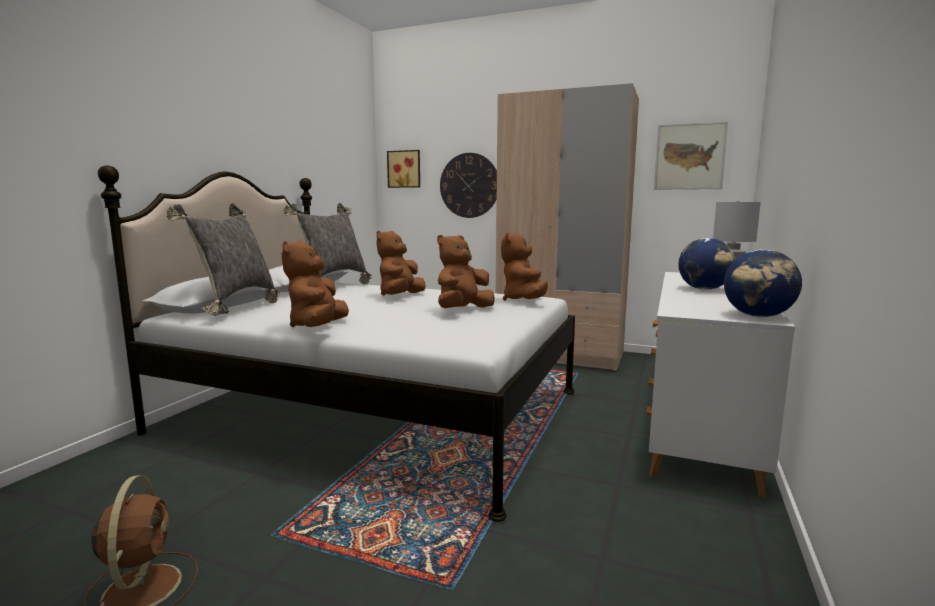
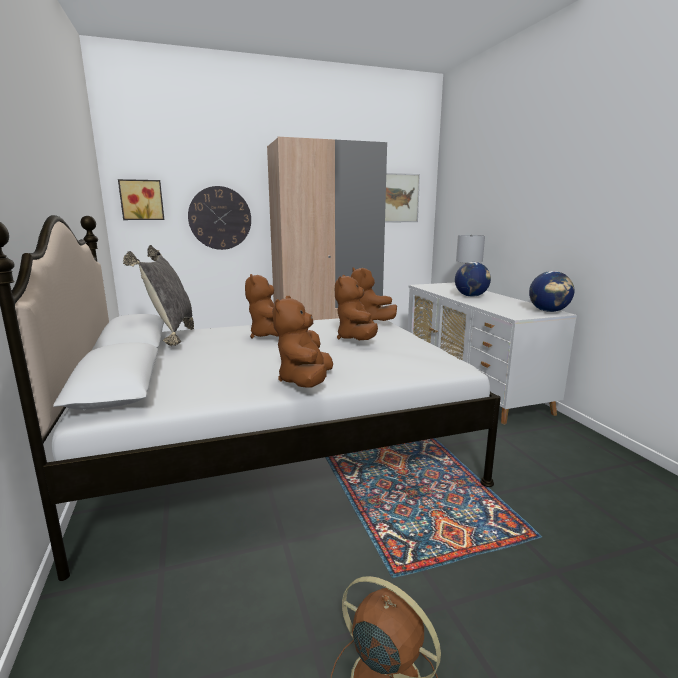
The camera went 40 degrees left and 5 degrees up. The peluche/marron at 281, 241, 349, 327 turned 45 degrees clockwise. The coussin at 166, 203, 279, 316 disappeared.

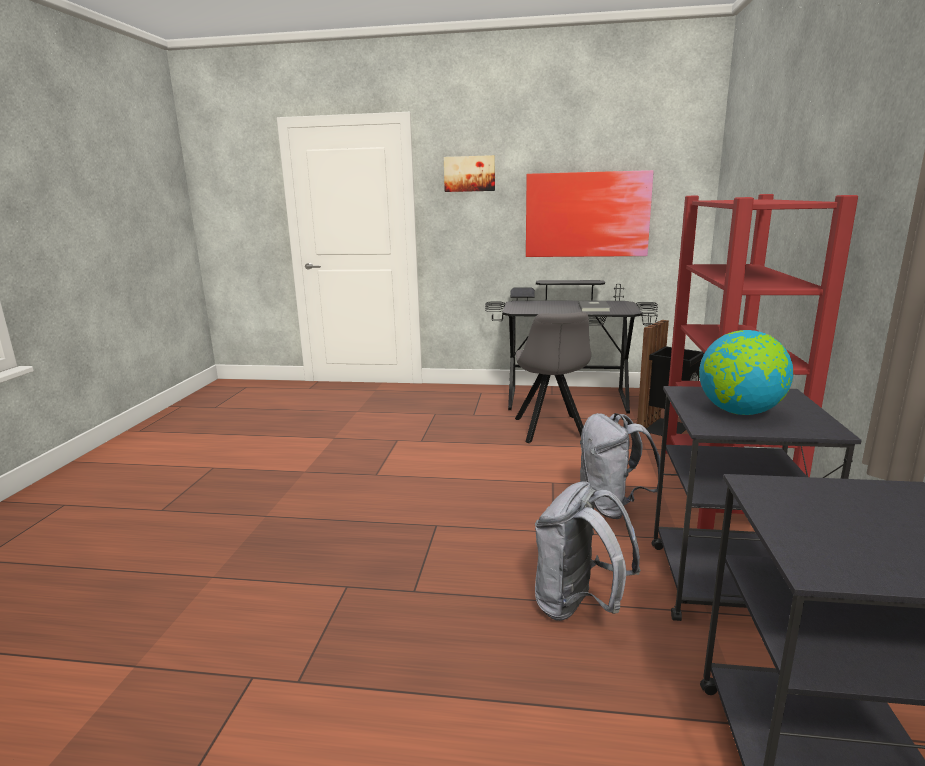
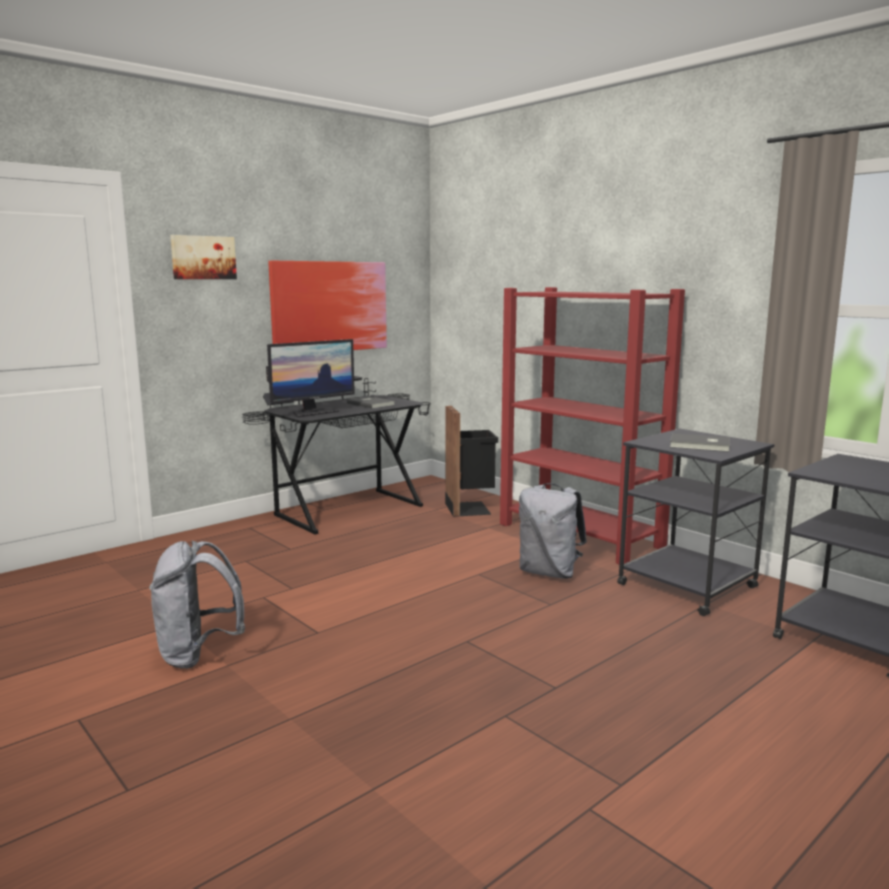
The camera went 50 degrees left and 5 degrees down. The sac à dos/gris moved from 535, 481, 641, 621 to 149, 541, 245, 669. The écran d'ordinateur at 266, 339, 355, 417 appeared. The globe at 699, 330, 793, 415 was replaced by the livre/gris at 670, 433, 730, 452. The chaise/gris at 515, 312, 591, 443 disappeared.

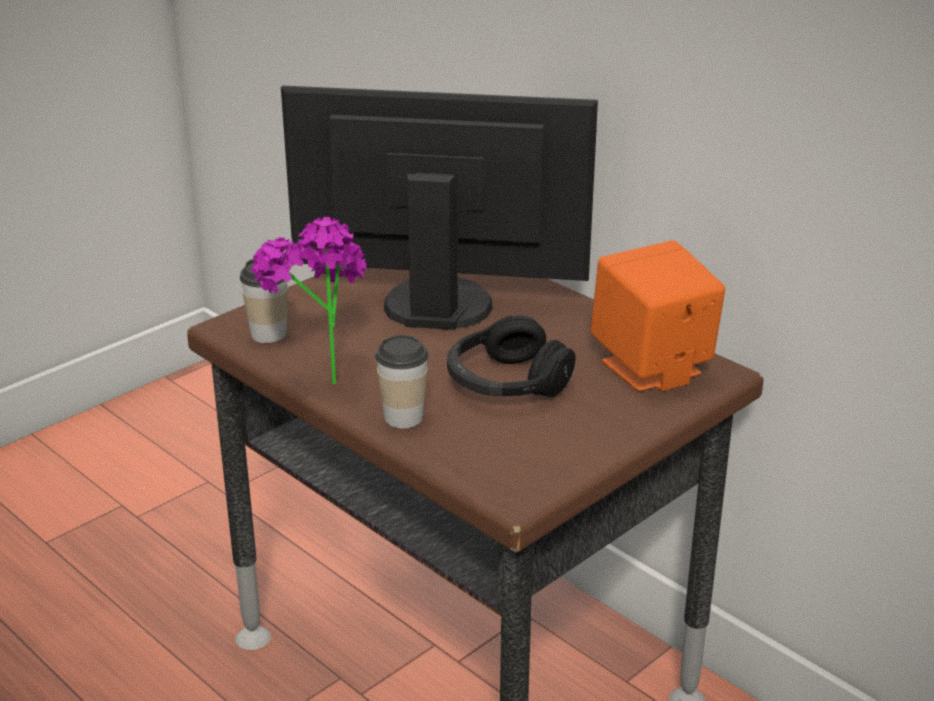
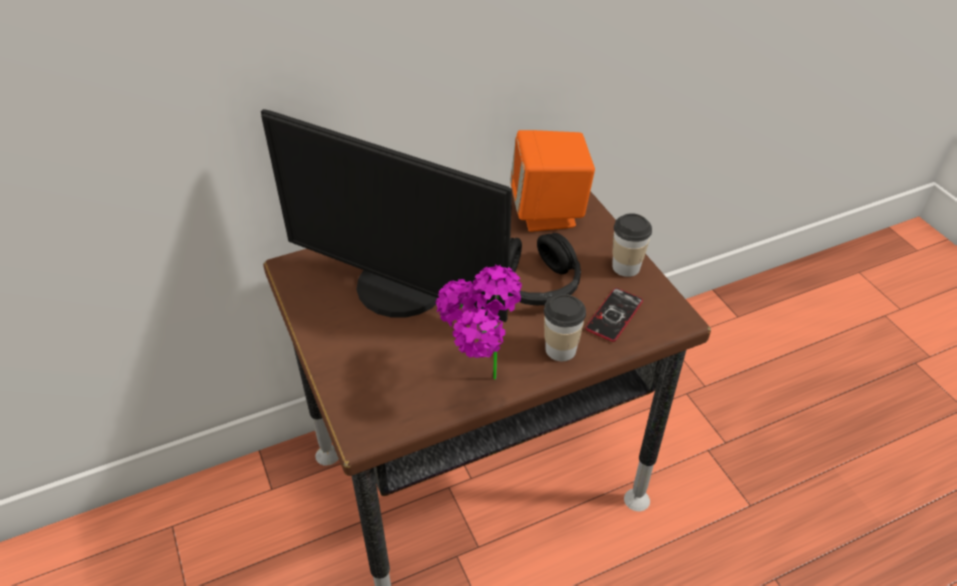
The camera went 70 degrees left and 15 degrees up. The écran d'ordinateur at 281, 86, 598, 330 turned 90 degrees counterclockwise. The téléphone at 585, 288, 643, 342 appeared. The tasse moved from 240, 259, 288, 343 to 612, 213, 652, 277.

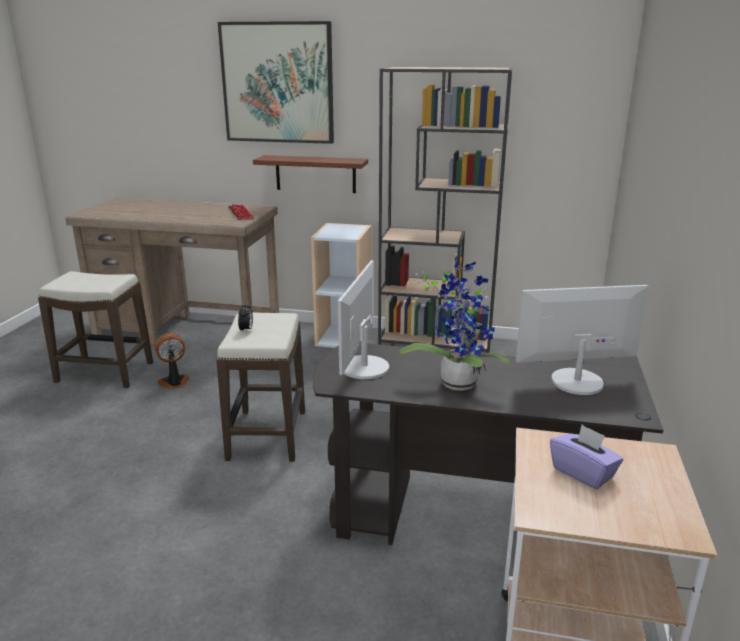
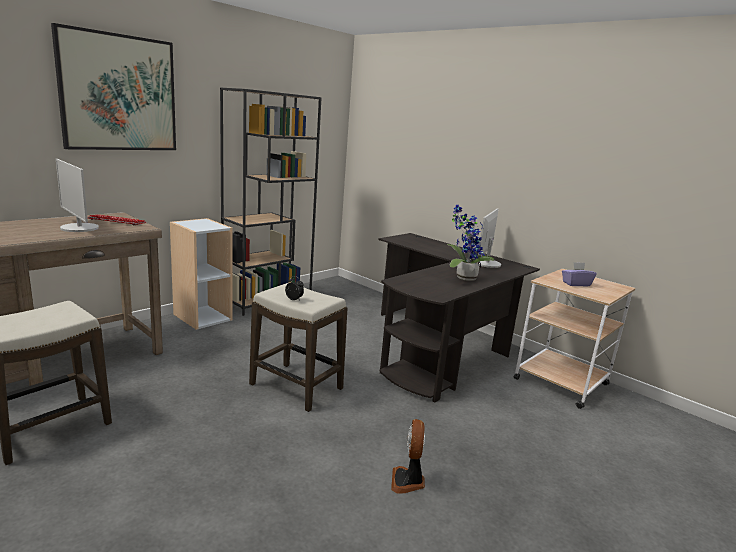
The camera went 60 degrees left and 5 degrees down. The écran d'ordinateur moved from 338, 260, 389, 379 to 56, 159, 99, 232. The ventilateur moved from 155, 333, 189, 389 to 391, 419, 425, 494. The étagère/marron at 253, 155, 368, 193 disappeared.

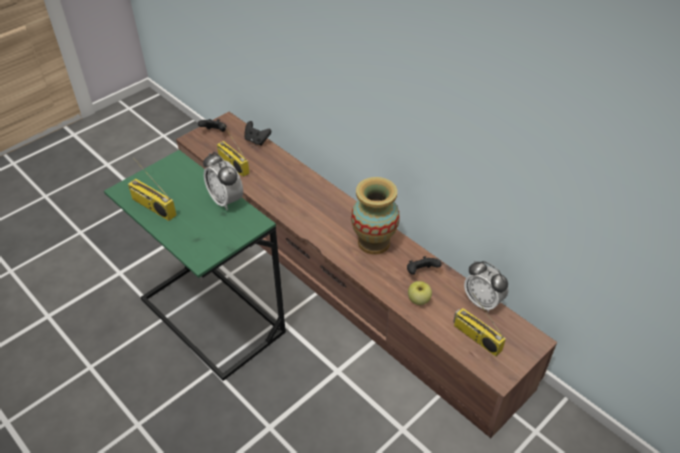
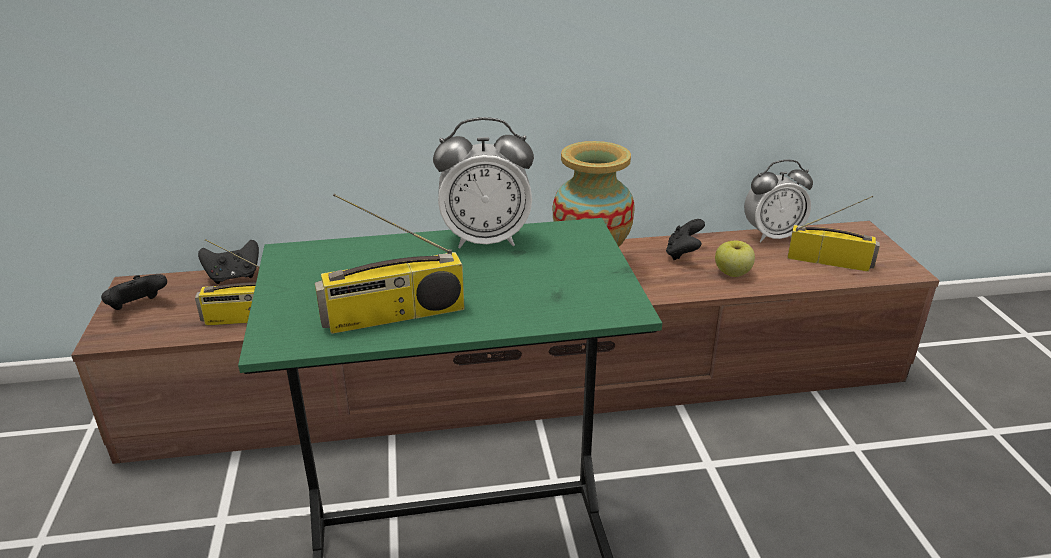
The camera went 55 degrees left and 15 degrees down. The radio at 453, 293, 506, 357 turned 150 degrees counterclockwise.

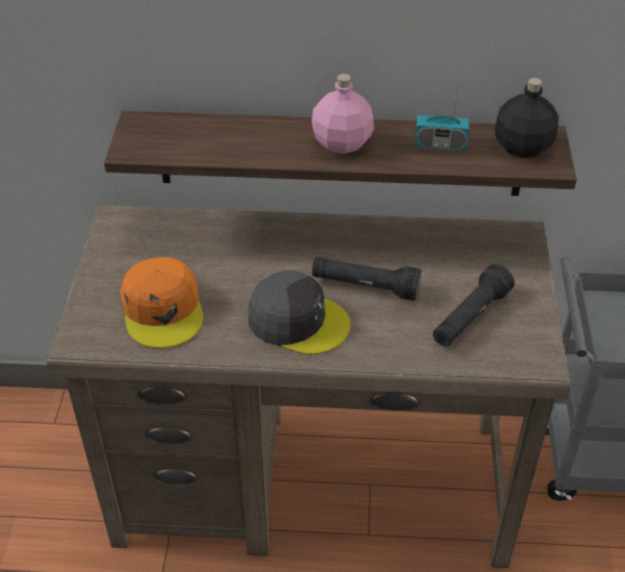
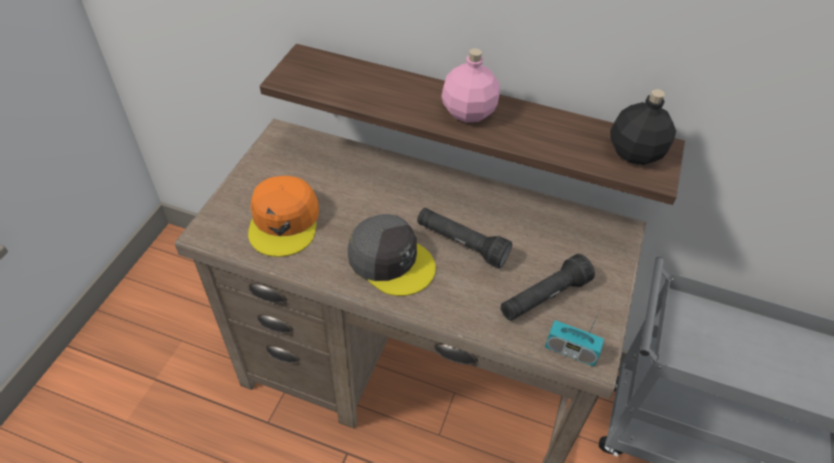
The camera went 15 degrees right and 5 degrees up. The radio moved from 415, 78, 470, 151 to 545, 305, 605, 366.

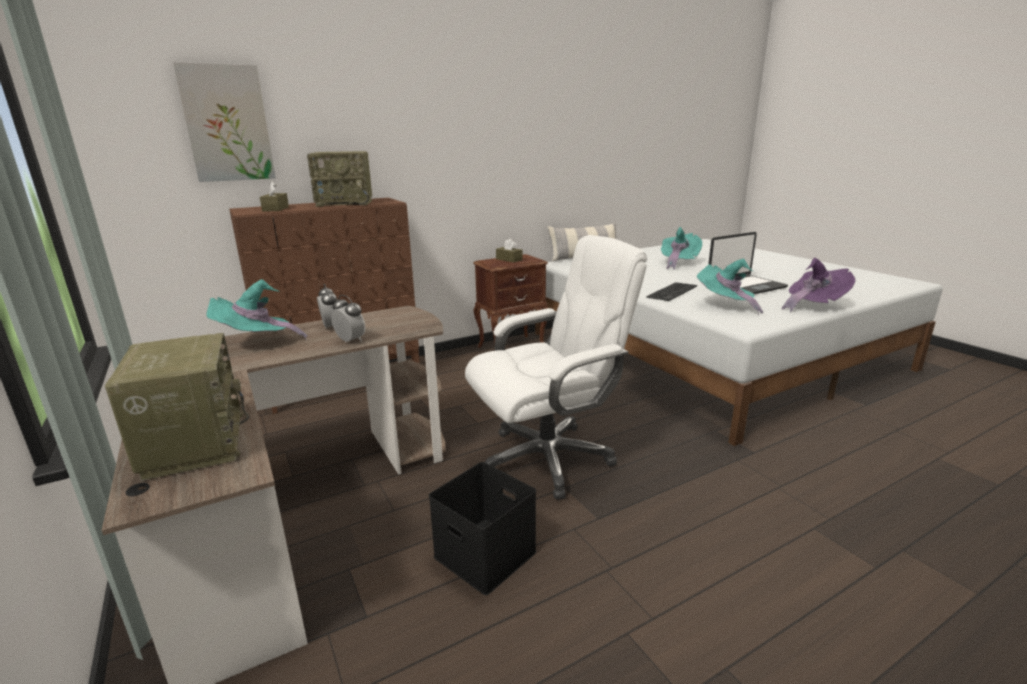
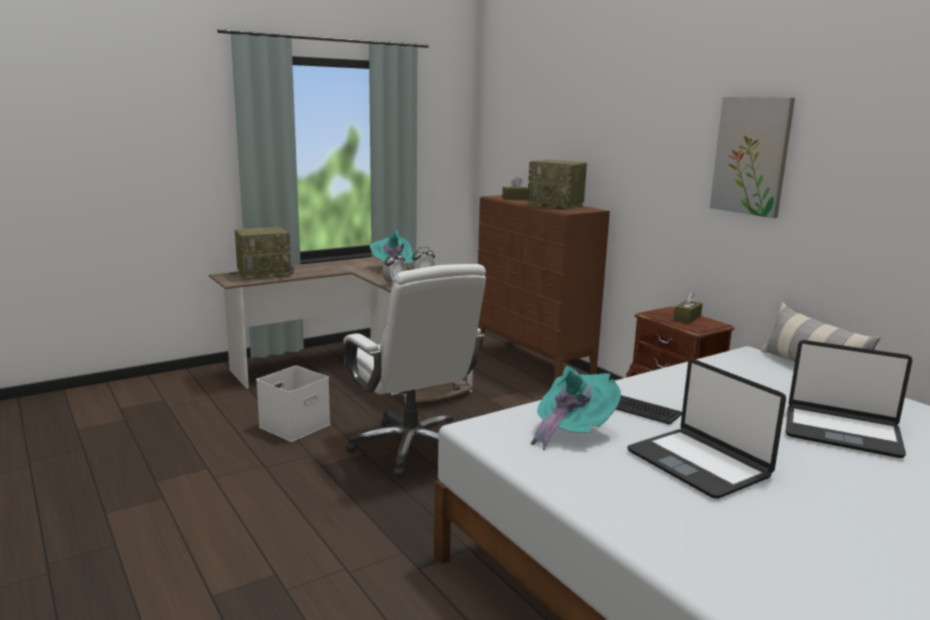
The camera went 85 degrees right and 5 degrees down. The boîte de rangement/noir at 429, 462, 537, 595 became the boîte de rangement/blanc at 256, 366, 331, 442. The radio at 307, 151, 372, 207 turned 45 degrees counterclockwise. The tableau moved from 173, 62, 276, 182 to 710, 97, 795, 218. The chapeau/turquoise at 661, 227, 702, 270 was replaced by the ordinateur portable at 786, 340, 913, 458. The chapeau/violet at 781, 258, 855, 312 disappeared.

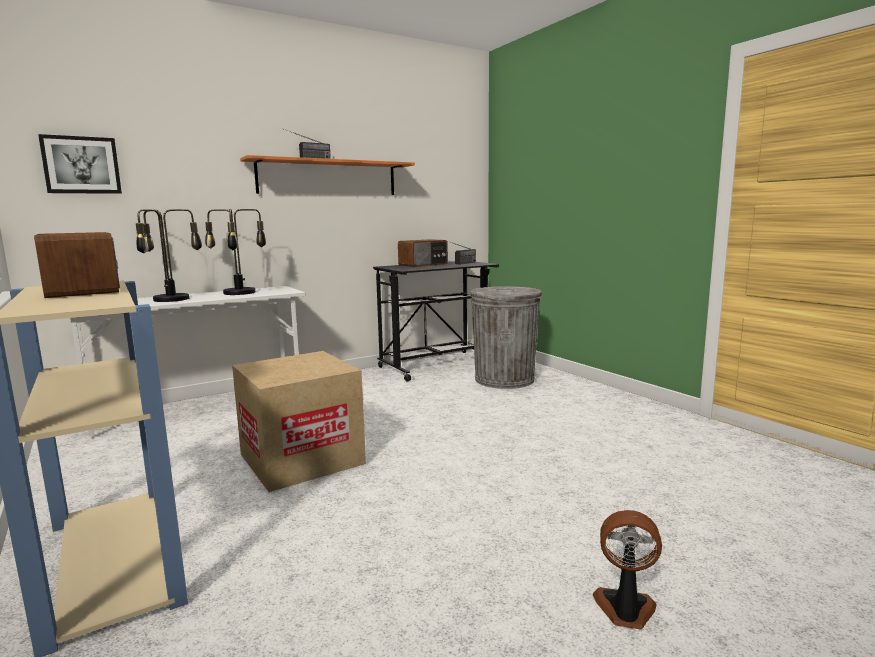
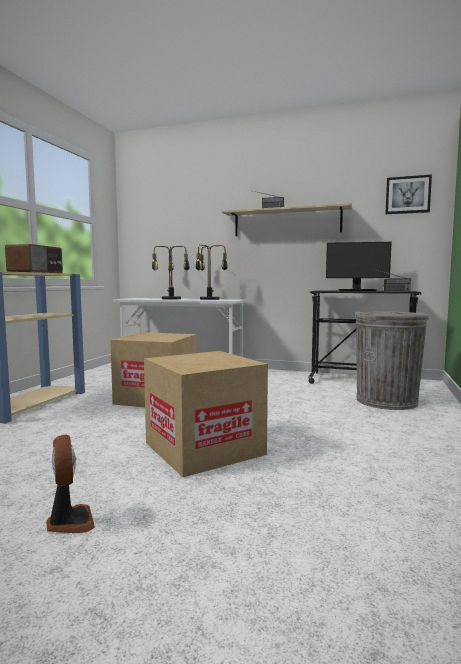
The camera went 50 degrees right and 5 degrees down. The carton at 144, 351, 268, 477 appeared. The étagère/orange at 240, 155, 415, 195 became the étagère/beige at 222, 203, 352, 236. The radio at 398, 239, 448, 267 was replaced by the écran d'ordinateur at 326, 242, 392, 291. The tableau moved from 38, 134, 122, 194 to 385, 175, 432, 214.

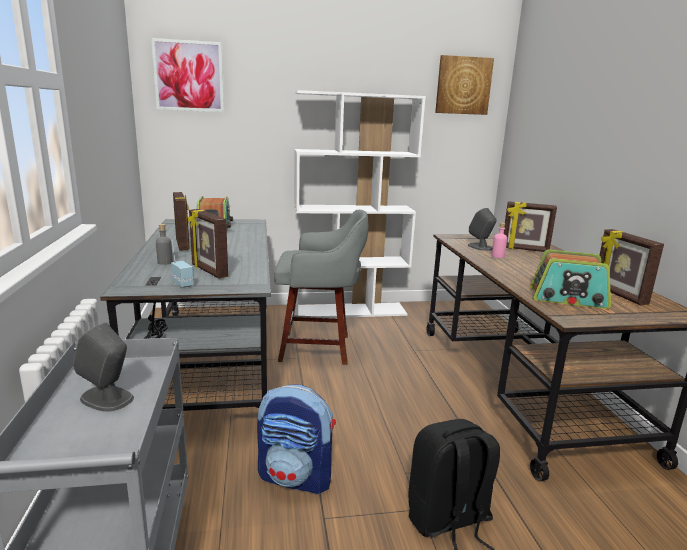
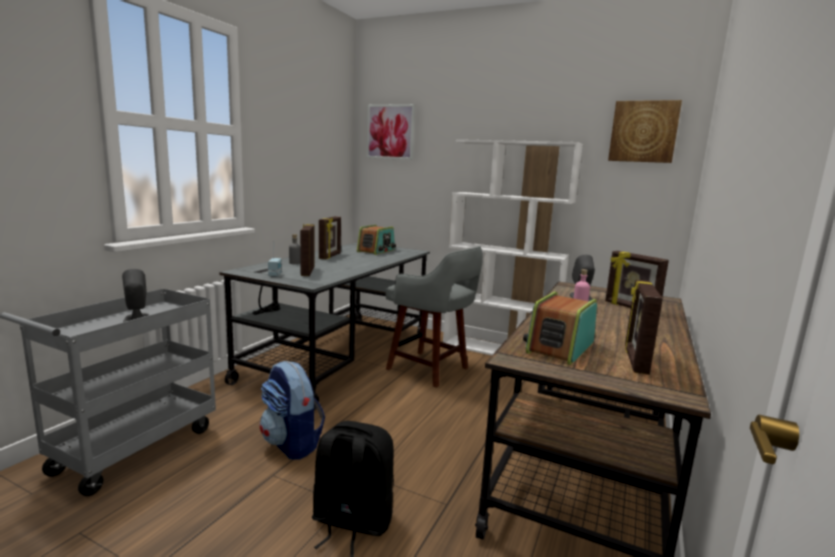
The camera went 35 degrees right and 5 degrees down. The radio at 530, 249, 611, 309 turned 75 degrees clockwise.

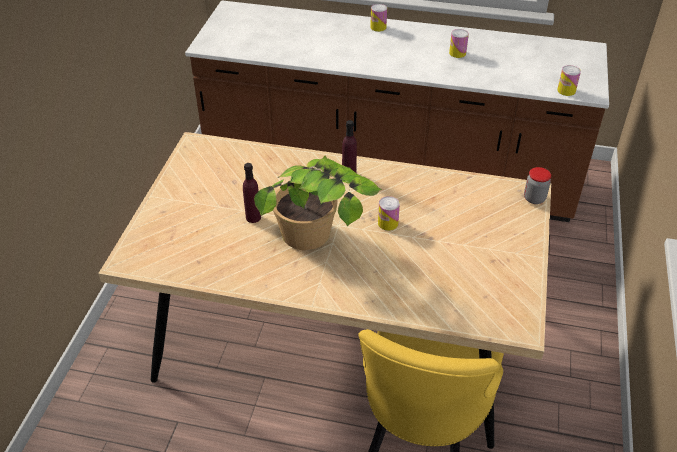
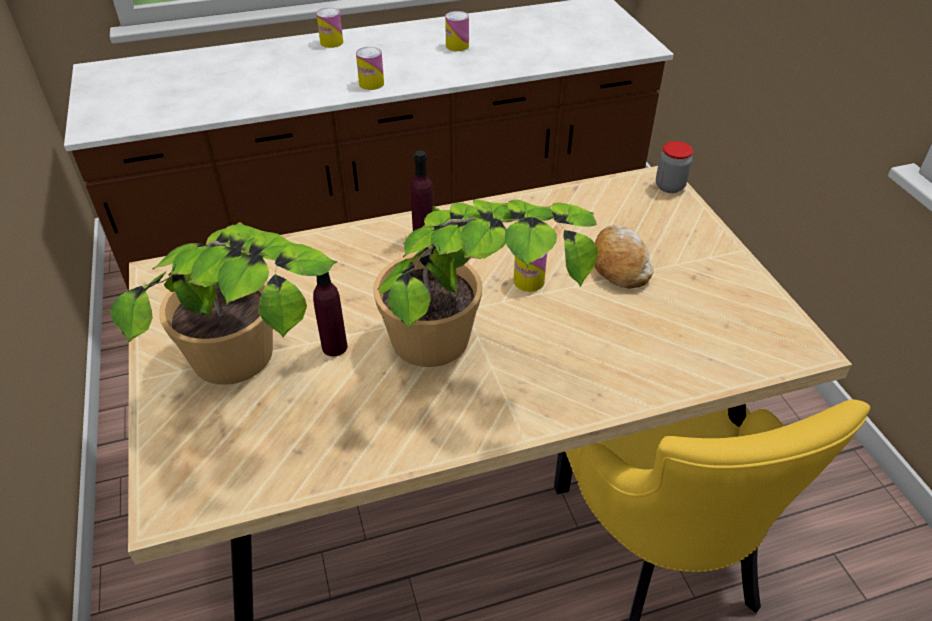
The camera went 30 degrees left and 0 degrees up. The plante en pot at 110, 222, 337, 385 appeared. The boîte métallique moved from 557, 65, 581, 96 to 356, 47, 384, 90. The pain at 595, 225, 654, 289 appeared.

